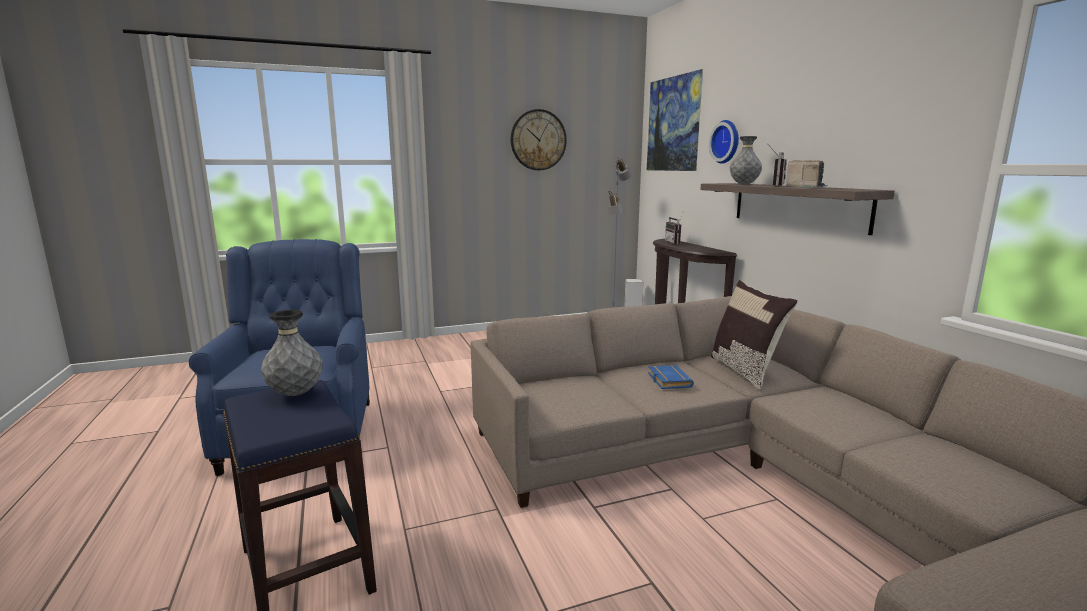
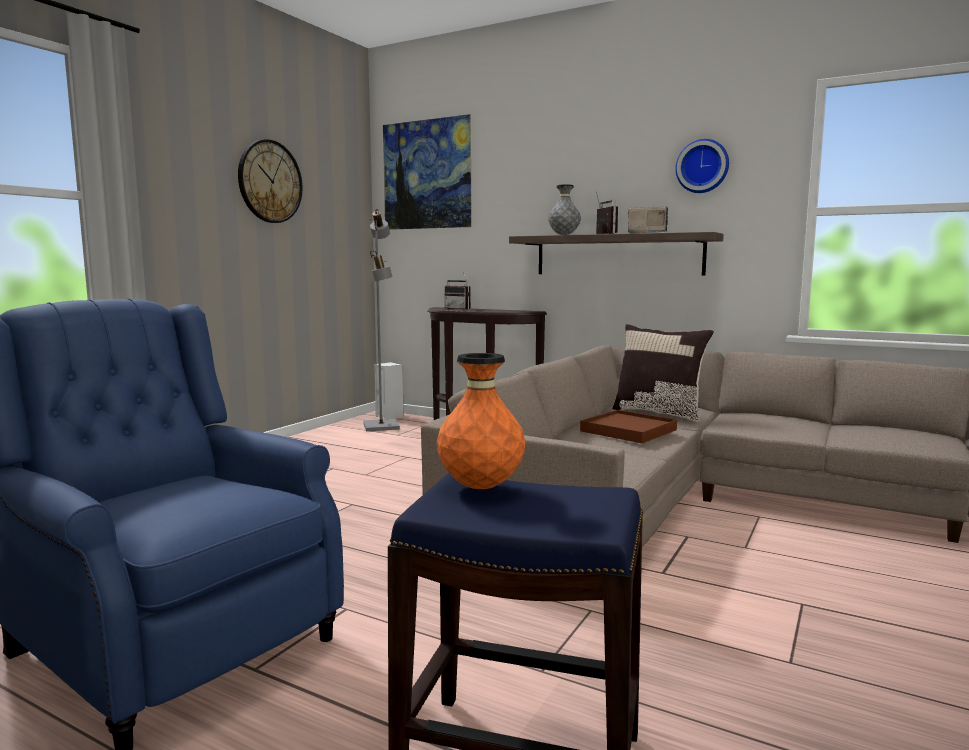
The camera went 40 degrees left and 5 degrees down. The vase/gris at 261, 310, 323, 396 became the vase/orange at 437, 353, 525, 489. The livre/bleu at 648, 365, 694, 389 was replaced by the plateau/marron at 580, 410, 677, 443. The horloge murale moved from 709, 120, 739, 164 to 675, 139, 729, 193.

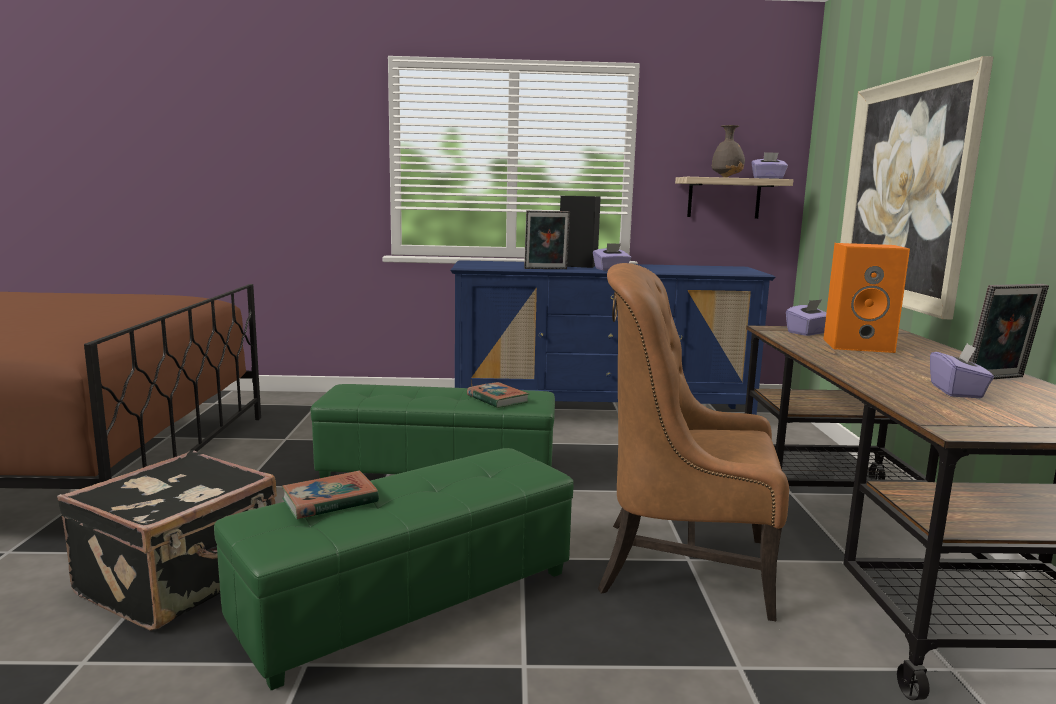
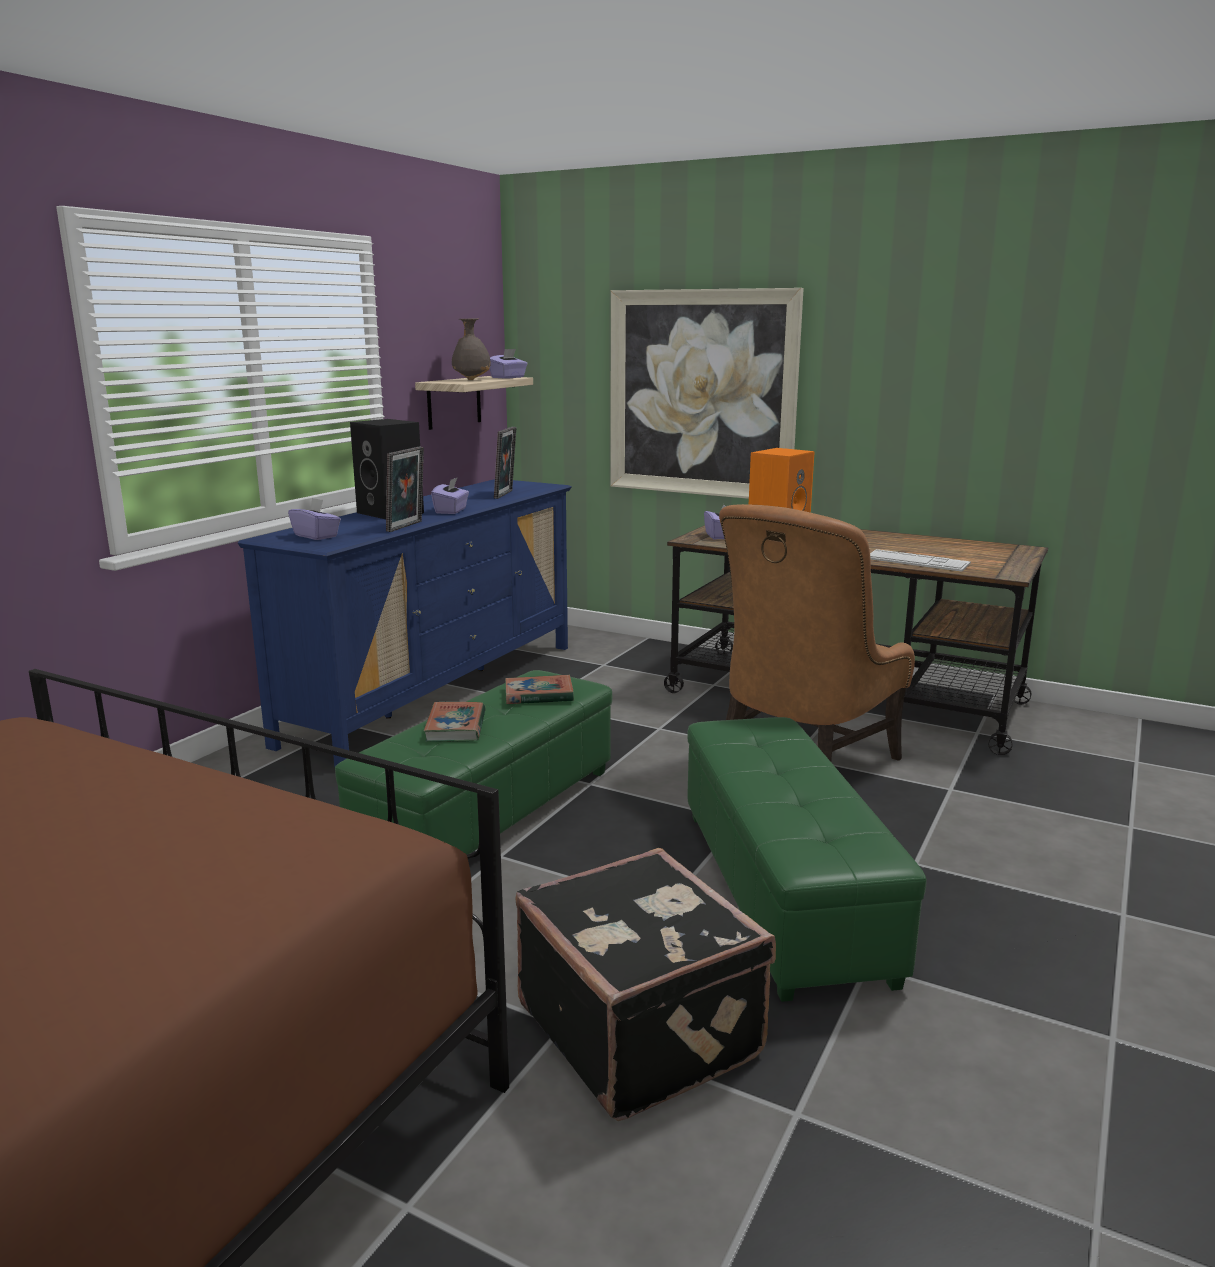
The camera went 60 degrees left and 5 degrees up. The boîte à mouchoirs/violet moved from 930, 343, 994, 398 to 288, 498, 341, 540. The livre moved from 282, 470, 379, 519 to 423, 702, 486, 742. The cadre photo moved from 969, 284, 1049, 379 to 494, 427, 516, 499. The clavier at 870, 549, 971, 572 appeared.

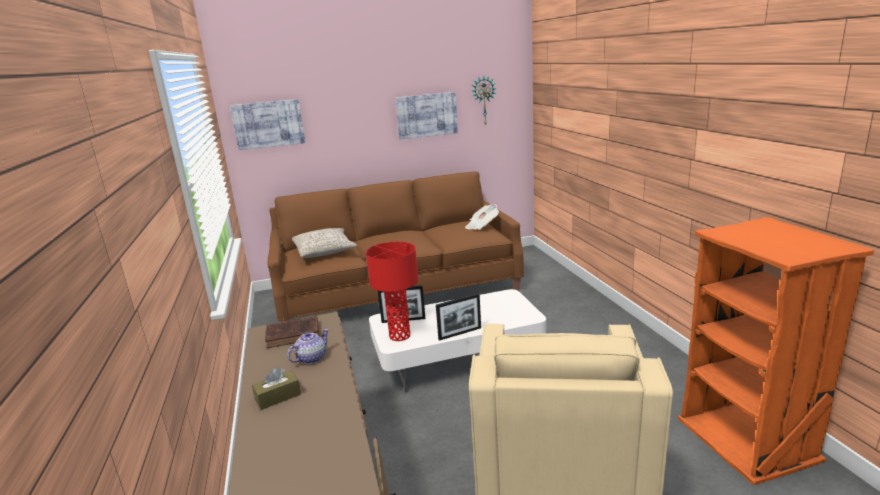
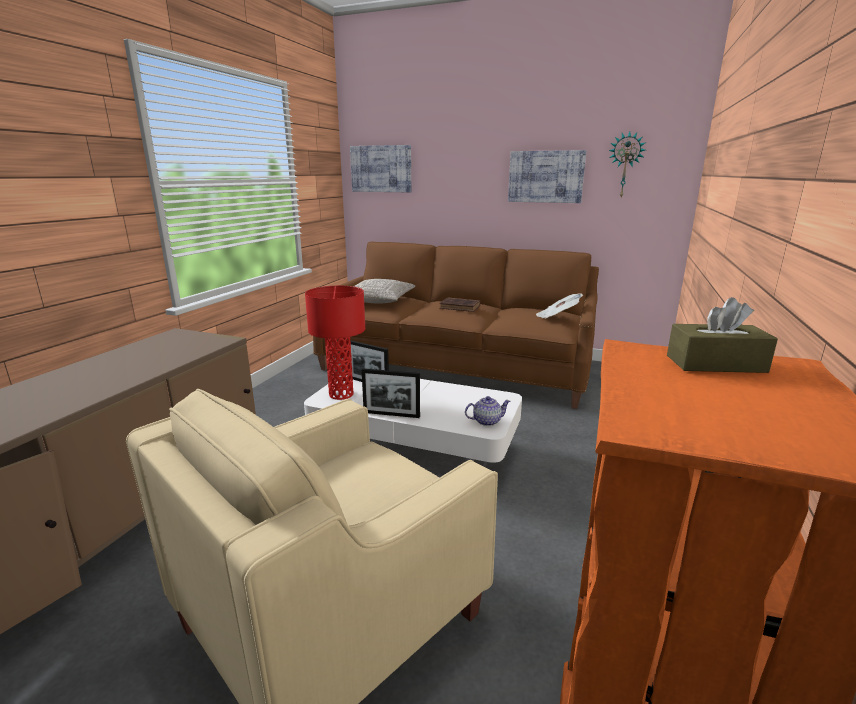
The camera went 35 degrees right and 0 degrees up. The livre/marron moved from 265, 316, 320, 348 to 440, 297, 480, 312. The théière moved from 287, 329, 329, 364 to 465, 396, 510, 426. The boîte à mouchoirs/marron moved from 252, 367, 301, 410 to 667, 297, 778, 373.

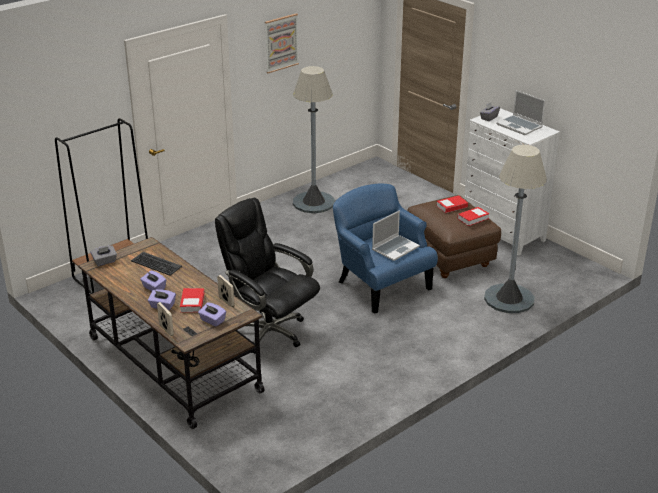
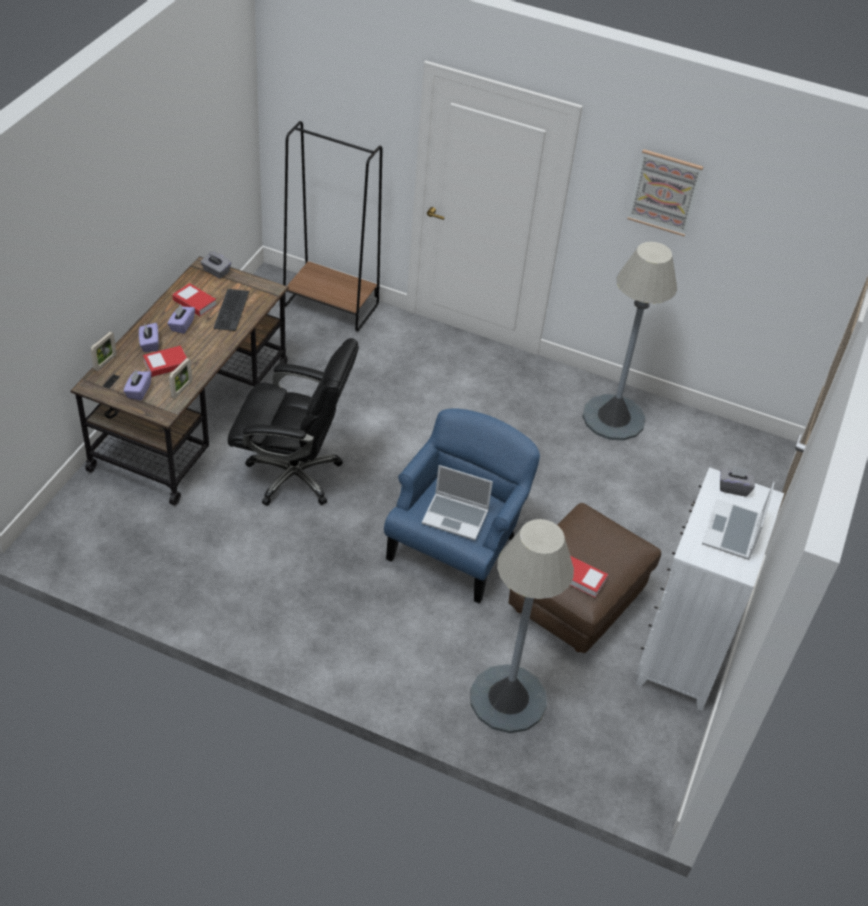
The camera went 60 degrees right and 15 degrees up. The livre moved from 437, 195, 468, 213 to 172, 283, 216, 316. The chaise de bureau/noir at 215, 198, 320, 354 turned 90 degrees clockwise.

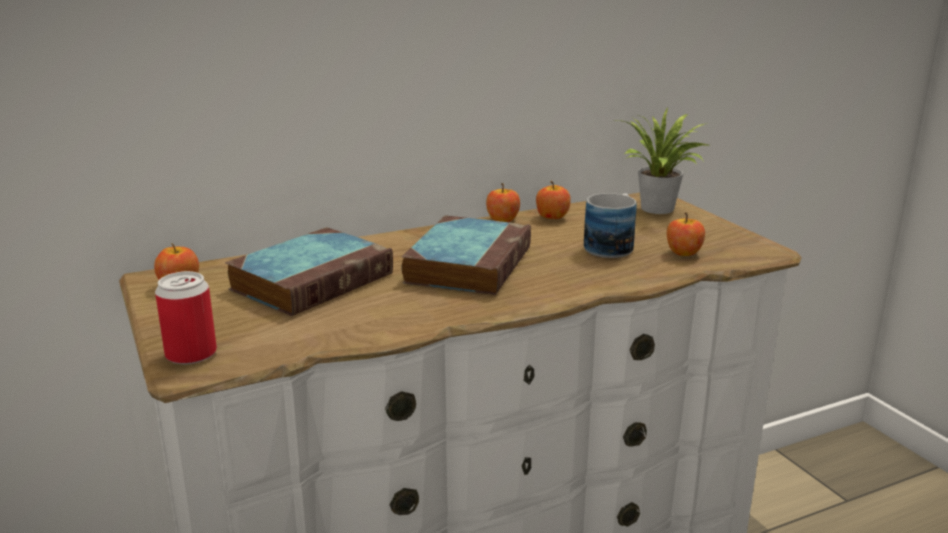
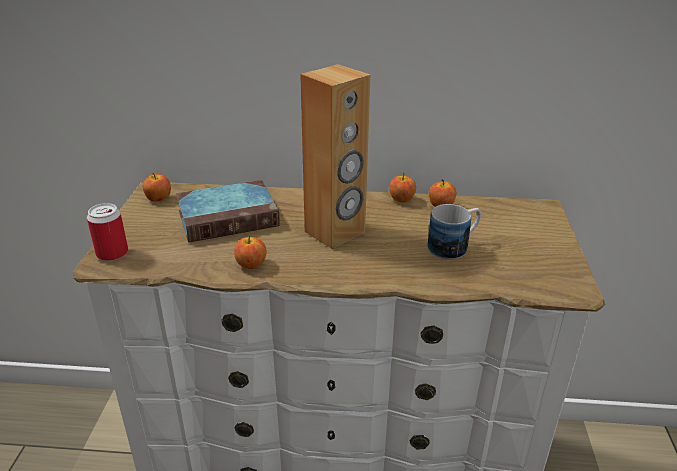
The camera went 30 degrees right and 10 degrees up. The pomme moved from 667, 212, 705, 256 to 234, 234, 266, 269. The livre at 401, 215, 531, 295 was replaced by the enceinte/marron at 300, 64, 371, 249. The plante en pot at 616, 108, 709, 214 disappeared.

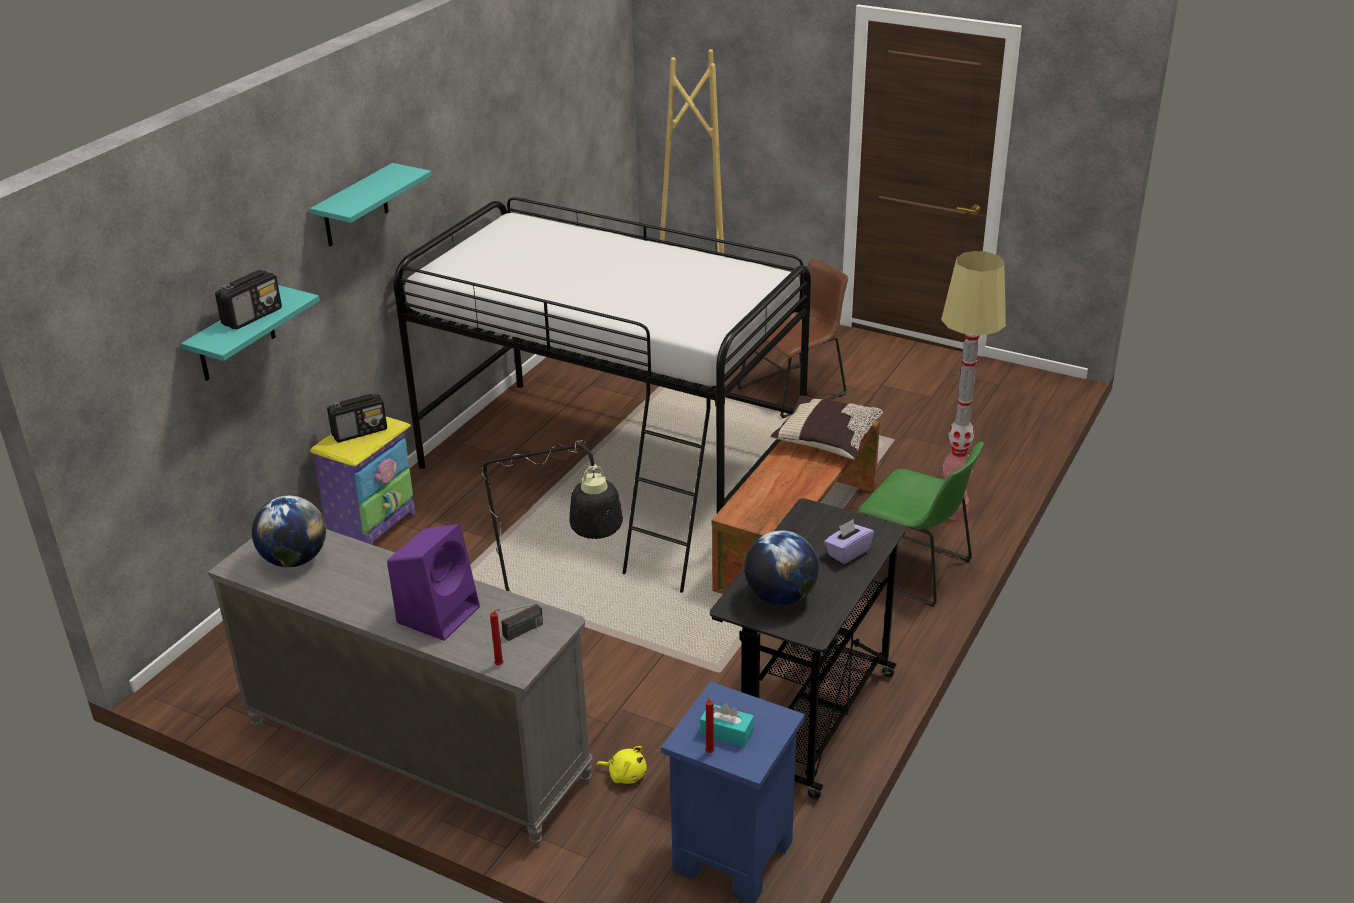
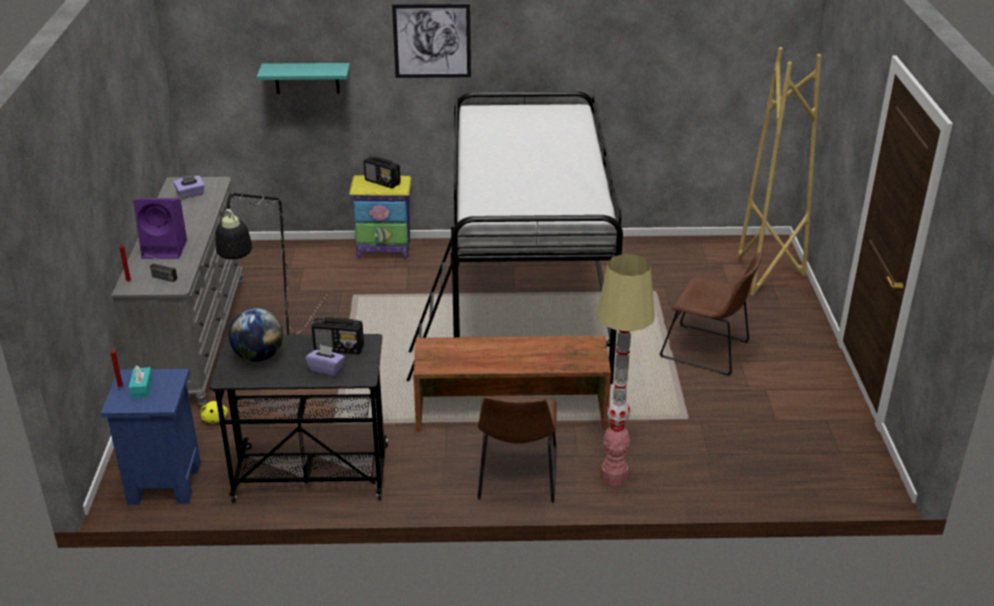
The camera went 60 degrees right and 0 degrees up. The globe at 252, 496, 326, 567 was replaced by the boîte à mouchoirs/violet at 173, 175, 205, 199. The radio moved from 215, 270, 282, 330 to 312, 316, 364, 354. The étagère/turquoise at 310, 163, 432, 247 was replaced by the tableau at 392, 4, 471, 78. The chaise/vert at 858, 442, 984, 607 became the chaise/marron at 477, 396, 557, 503. The coussin at 770, 395, 883, 459 disappeared.

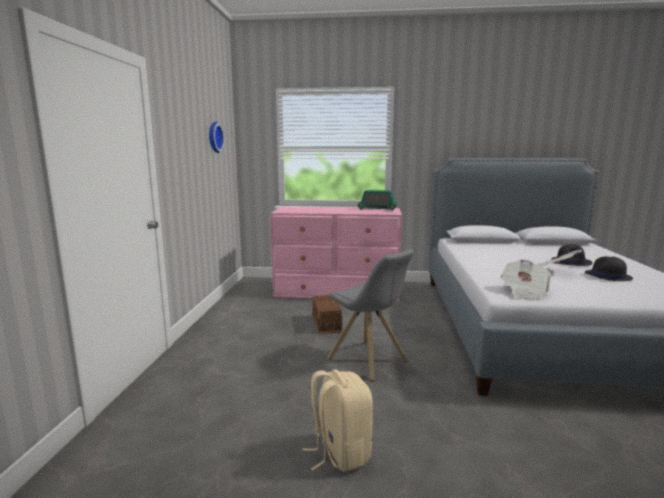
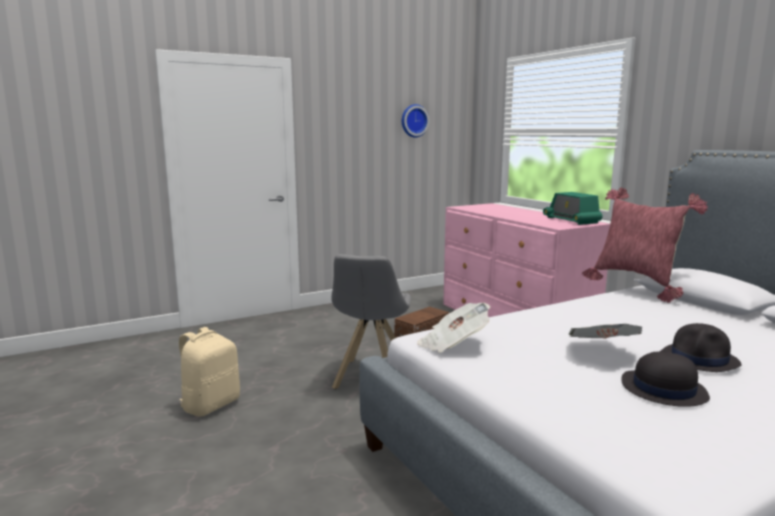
The camera went 55 degrees right and 0 degrees up. The coussin/rouge at 582, 188, 708, 303 appeared.

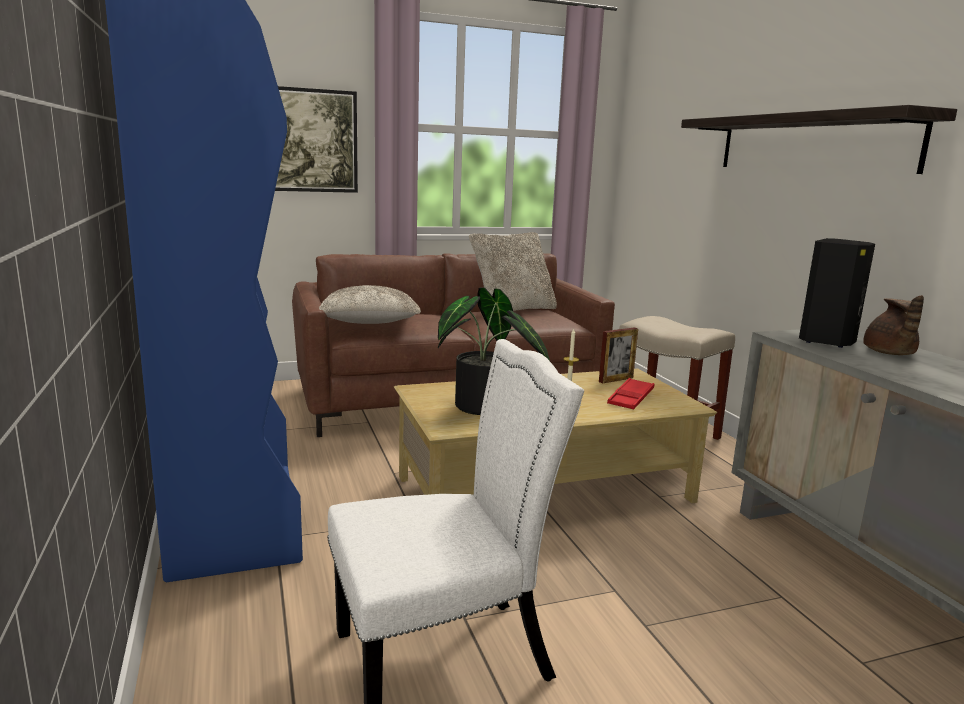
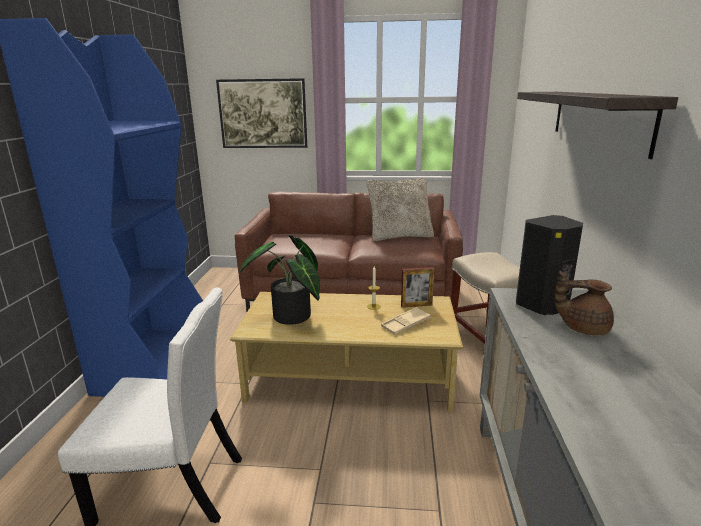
The camera went 25 degrees right and 5 degrees up. The plateau/rouge at 607, 378, 655, 410 became the plateau/beige at 381, 307, 431, 335. The théière/marron at 863, 295, 924, 355 turned 75 degrees clockwise. The coussin/beige at 319, 285, 421, 324 disappeared.

